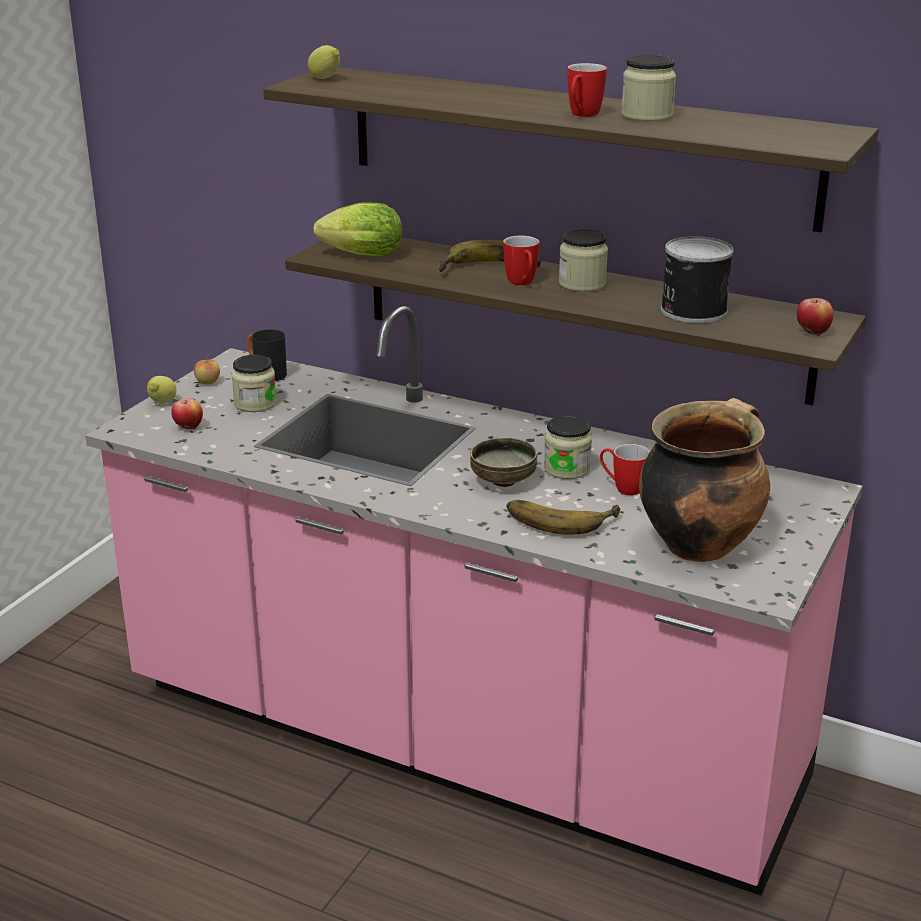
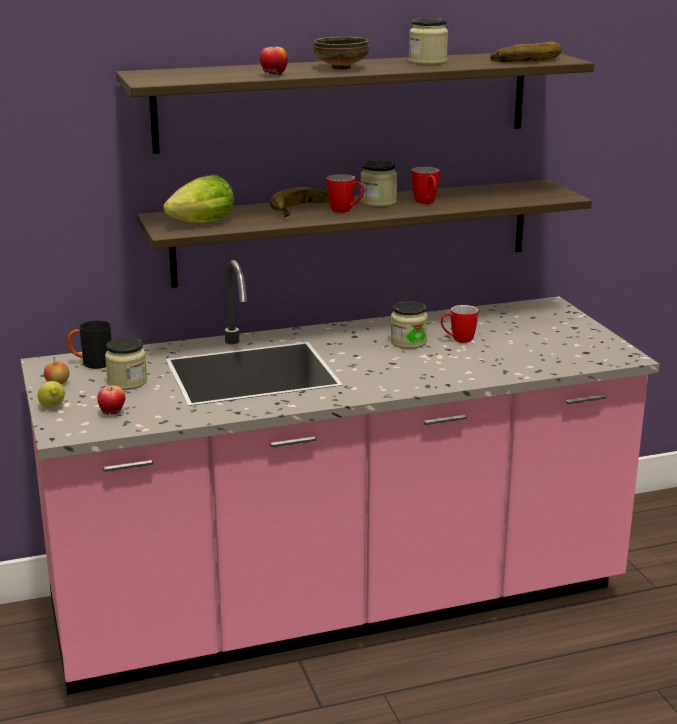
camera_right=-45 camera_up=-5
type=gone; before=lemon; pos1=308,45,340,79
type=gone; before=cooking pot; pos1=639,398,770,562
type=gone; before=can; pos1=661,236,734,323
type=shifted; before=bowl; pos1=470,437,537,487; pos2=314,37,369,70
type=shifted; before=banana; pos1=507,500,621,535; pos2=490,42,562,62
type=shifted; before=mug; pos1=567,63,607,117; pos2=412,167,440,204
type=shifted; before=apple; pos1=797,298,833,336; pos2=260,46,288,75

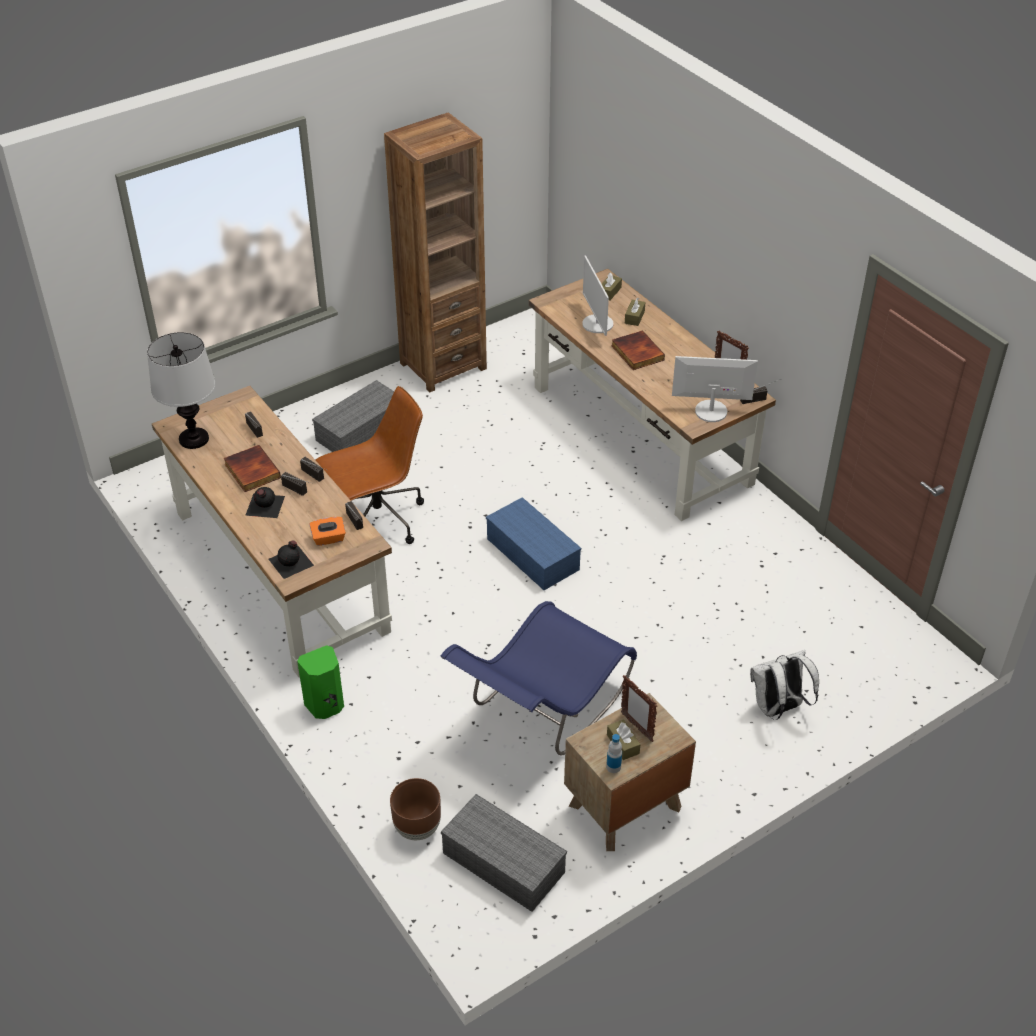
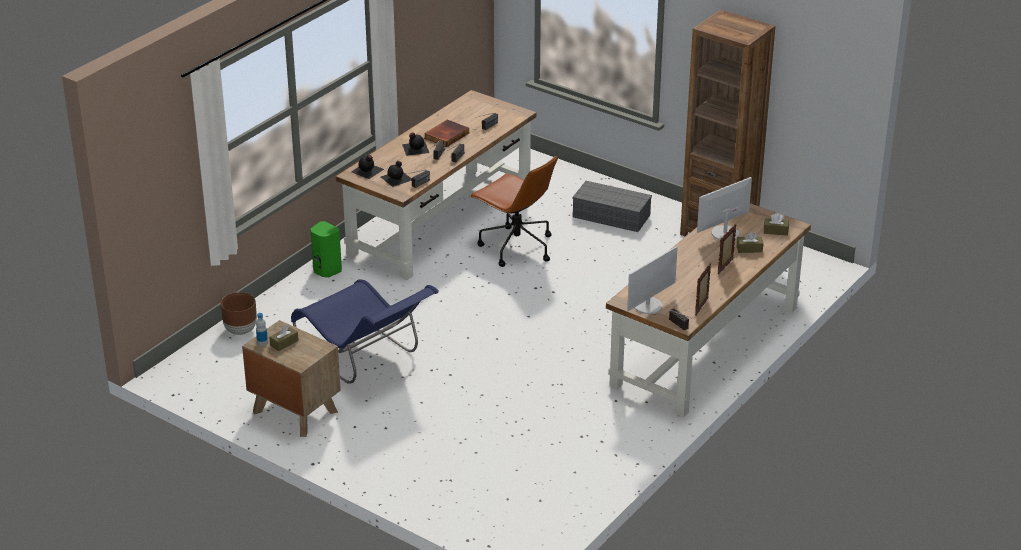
camera_right=70 camera_up=-10
type=gone; before=table lamp; pos1=147,332,215,449
type=gone; before=grey storage box; pos1=441,794,567,912
type=gone; before=blue storage box; pos1=486,497,581,590
type=gone; before=book; pos1=611,330,665,370
type=gone; before=white backpack; pos1=750,650,819,720
type=shifted; before=picture frame; pos1=621,675,657,742; pos2=718,224,736,274
type=swapped; before=orange tissue box; after=black bottle; pos1=309,517,346,546; pos2=381,161,412,187
type=rotated; before=blue chair; pos1=441,601,637,755; pos2=291,279,439,384; turn=-150
type=rotated; before=monitor; pos1=672,356,758,422; pos2=627,246,678,314; turn=60

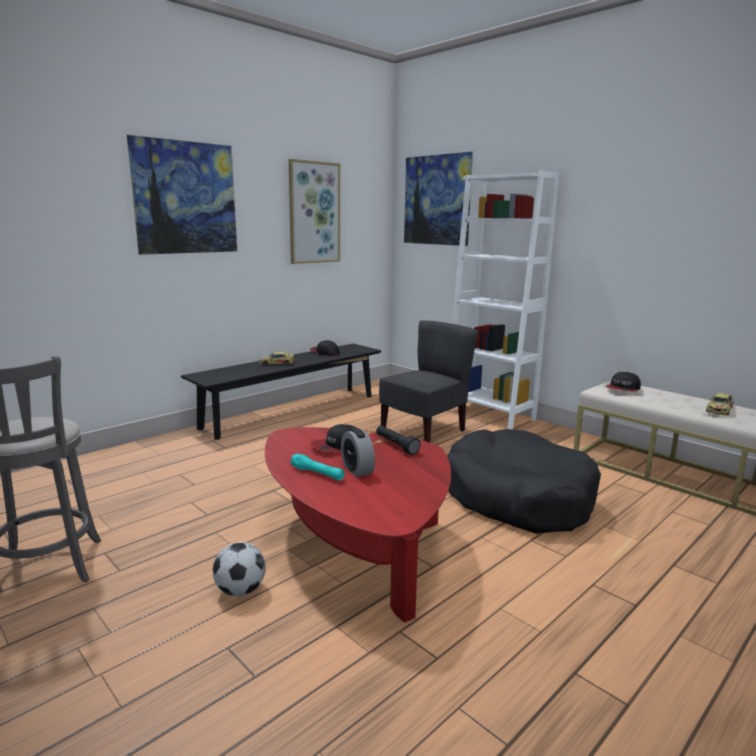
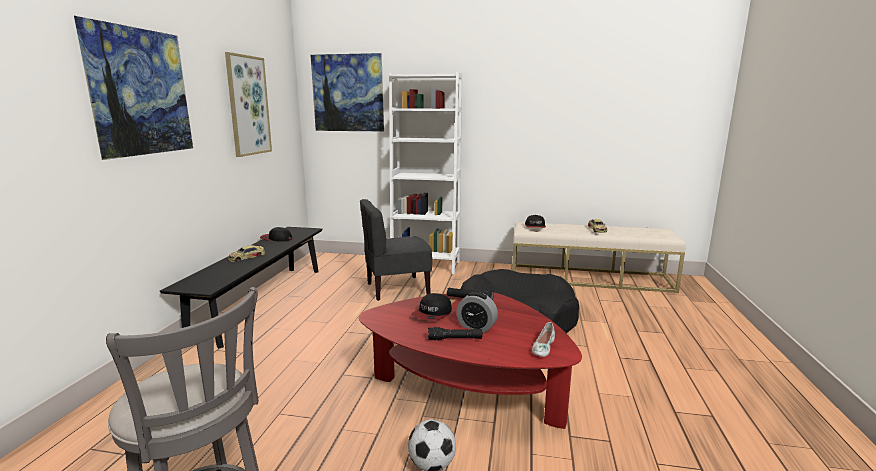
camera_right=-35 camera_up=0
type=new; after=white shoe; pos2=532,322,555,357
type=repainted; before=turquoise flashlight; after=black flashlight; pos1=290,453,344,481; pos2=428,327,483,341
type=rotated; before=grey chair; pos1=379,320,478,442; pos2=360,199,432,301; turn=-120

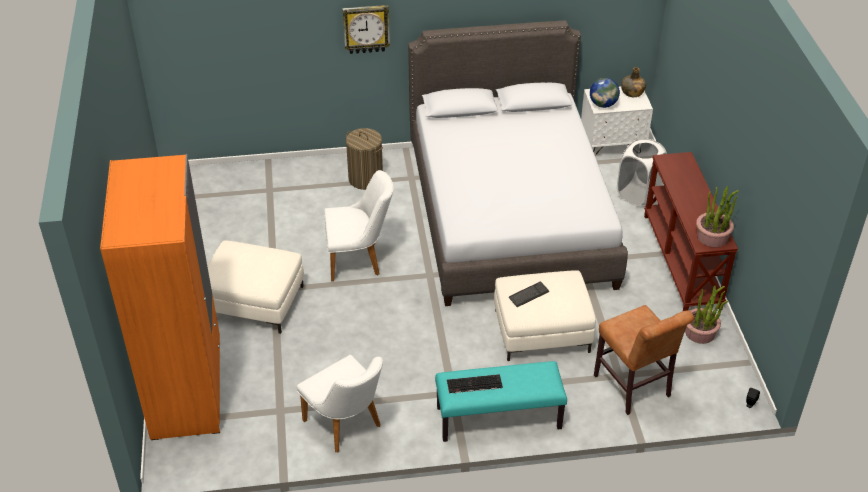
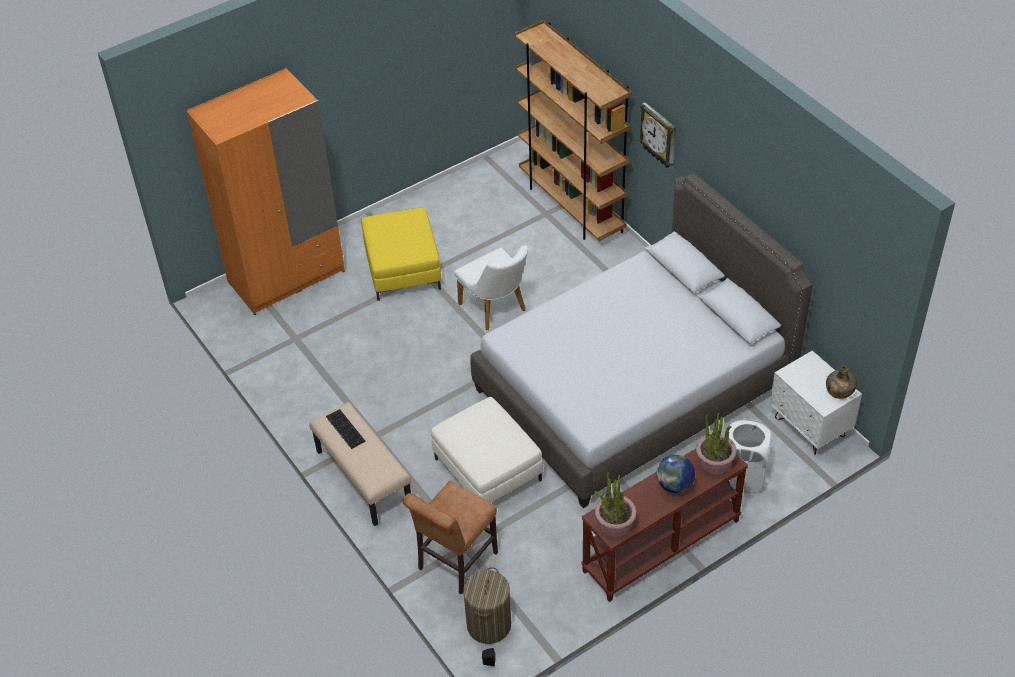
camera_right=65 camera_up=5
type=gone; before=white chair; pos1=297,355,383,453
type=gone; before=keyboard; pos1=509,281,549,307
type=new; after=brown bookcase; pos2=515,20,632,241
type=shifted; before=laundry basket; pos1=346,128,383,190; pos2=463,567,511,644
type=shifted; before=globe; pos1=590,78,620,108; pos2=656,455,695,493
type=shifted; before=potted plant; pos1=685,285,728,344; pos2=696,413,737,474
type=repainted; before=white ottoman; after=yellow ottoman; pos1=207,240,304,334; pos2=361,208,441,301
type=repainted; before=turquoise bench; after=beige bench; pos1=435,361,567,442; pos2=309,402,411,526

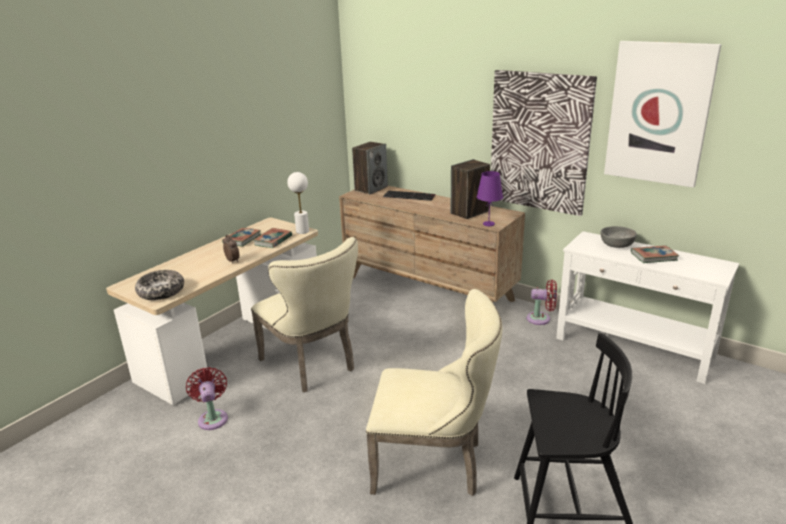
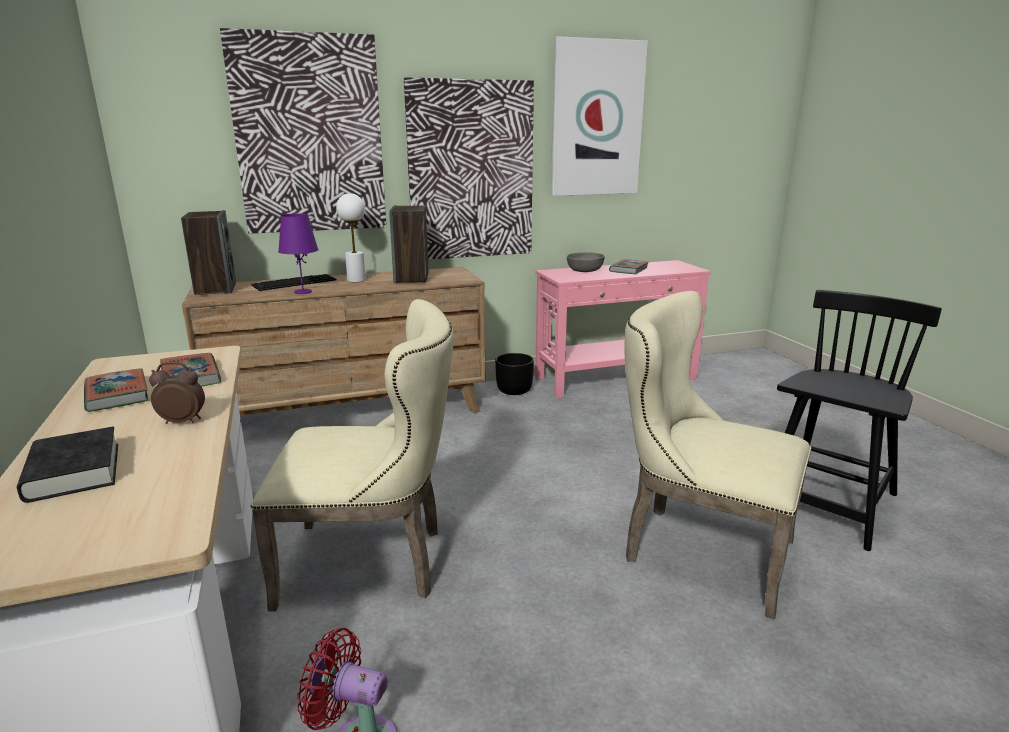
camera_right=-55 camera_up=-5
type=gone; before=bowl; pos1=135,270,184,300
type=new; after=black book; pos2=17,426,118,503
type=new; after=picture; pos2=220,28,386,234
type=shifted; before=white table lamp; pos1=287,172,309,234; pos2=336,193,366,282
type=shifted; before=purple table lamp; pos1=476,171,503,226; pos2=278,213,318,294
type=swapped; before=red fan; after=black planter; pos1=527,279,557,325; pos2=495,353,534,395
type=repainted; before=white console table; after=pink console table; pos1=556,231,739,384; pos2=535,260,711,398
type=rotated; before=beige chair; pos1=366,289,502,496; pos2=625,291,811,619; turn=-105

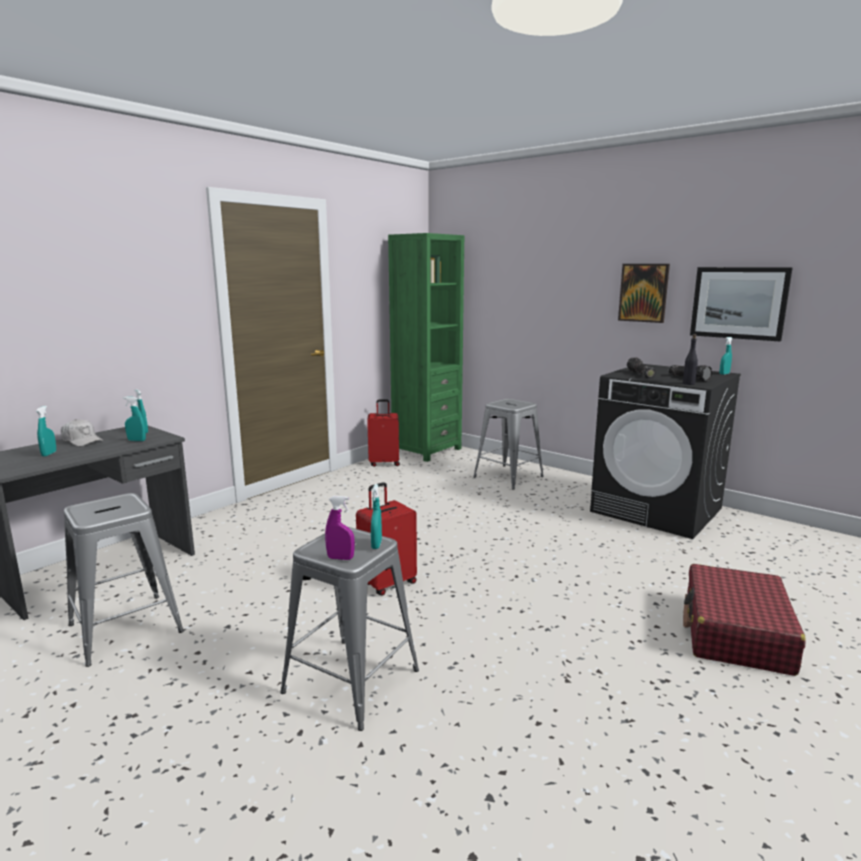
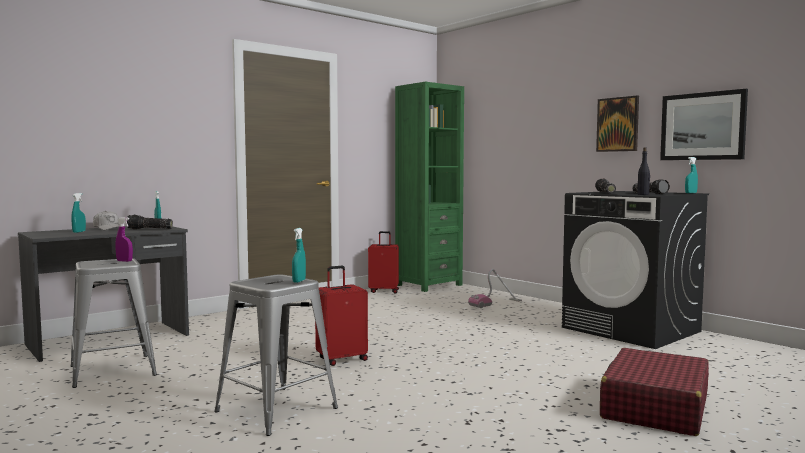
camera_right=10 camera_up=-10
type=shifted; before=purple spray bottle; pos1=325,496,354,560; pos2=116,217,133,262
type=swapped; before=turquoise spray bottle; after=flashlight; pos1=123,397,146,441; pos2=127,215,173,229
type=swapped; before=grey stool; after=vacuum cleaner; pos1=473,399,544,489; pos2=468,269,522,308

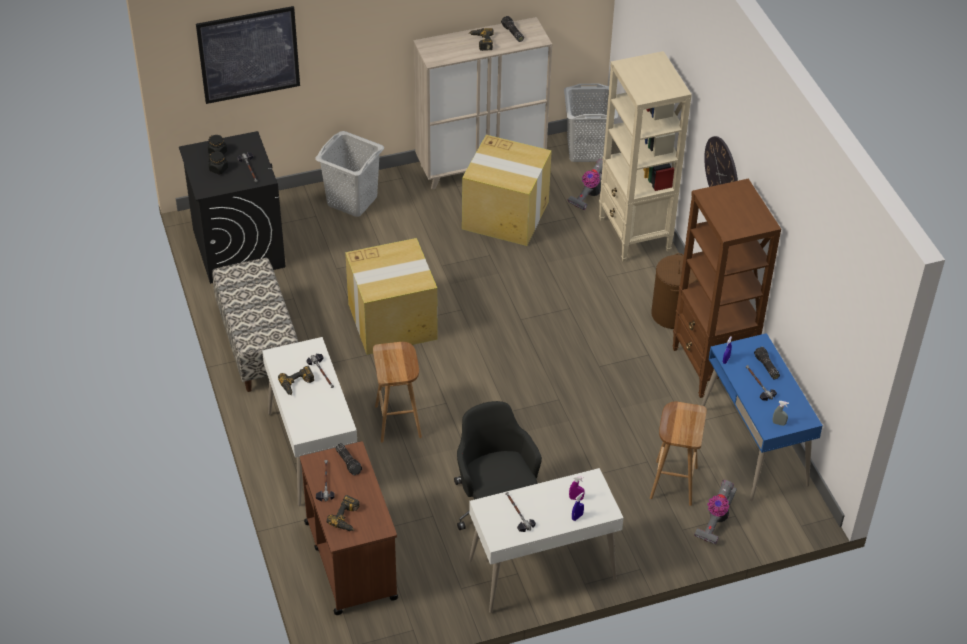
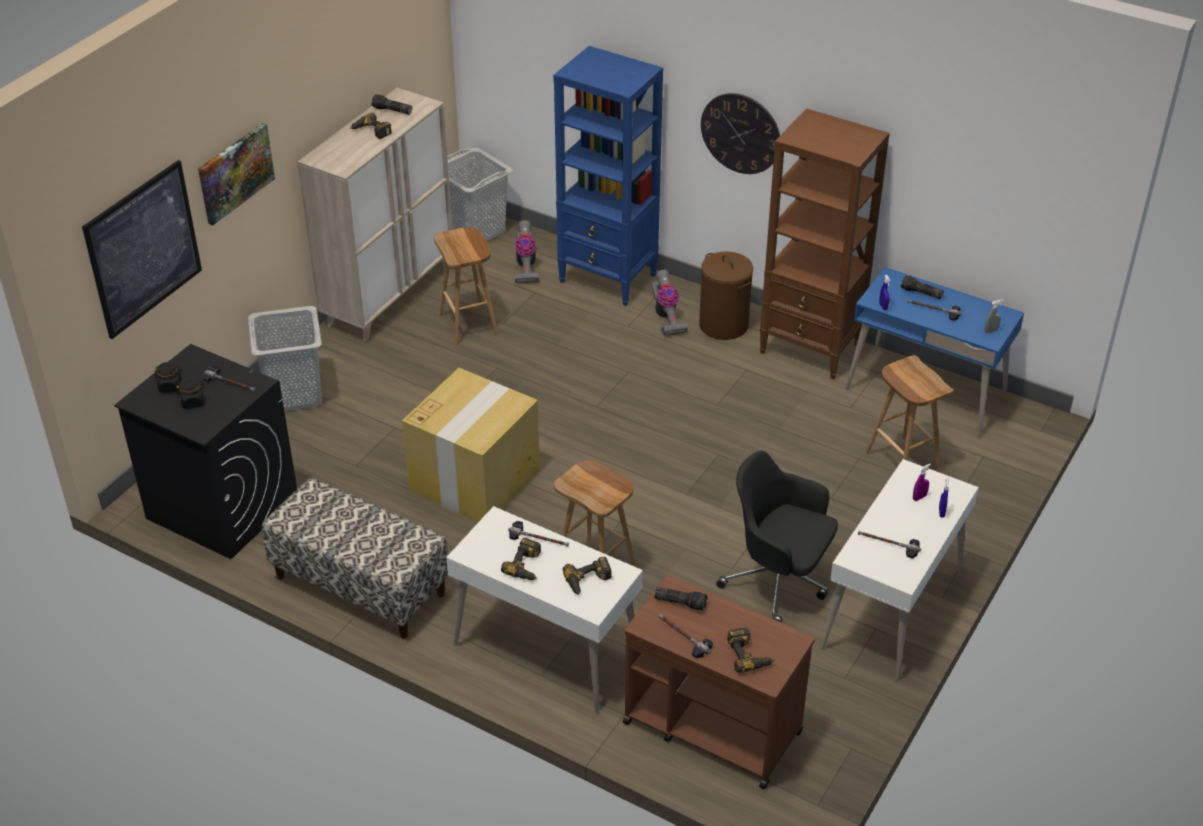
camera_right=-40 camera_up=-5
type=new; after=picture; pos2=198,123,275,225
type=new; after=power drill; pos2=563,557,612,595
type=shifted; before=vacuum cleaner; pos1=694,480,737,545; pos2=651,270,688,336
type=swapped; before=cardboard box; after=brown stool; pos1=462,135,552,246; pos2=434,227,498,345
type=repainted; before=beige bookcase; after=blue bookcase; pos1=599,51,692,262; pos2=553,46,663,306

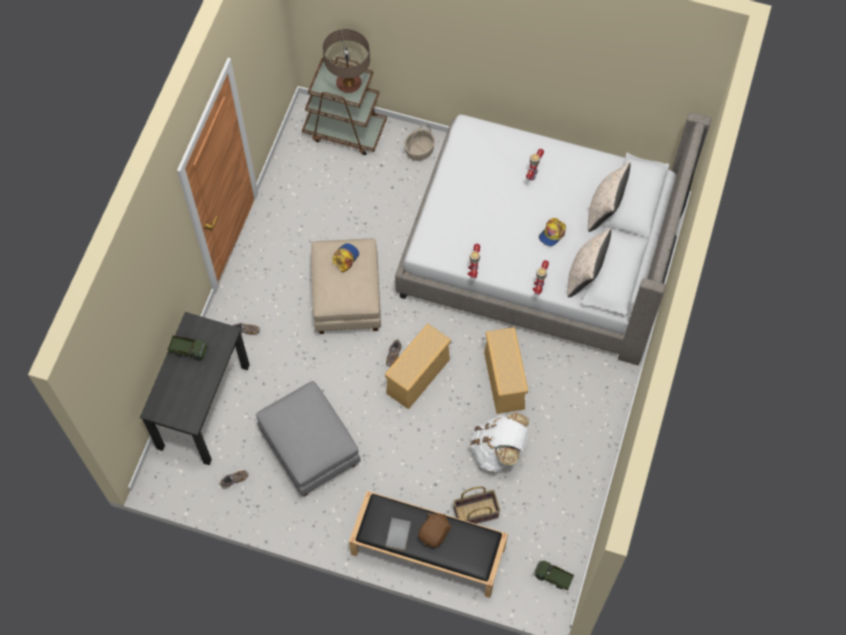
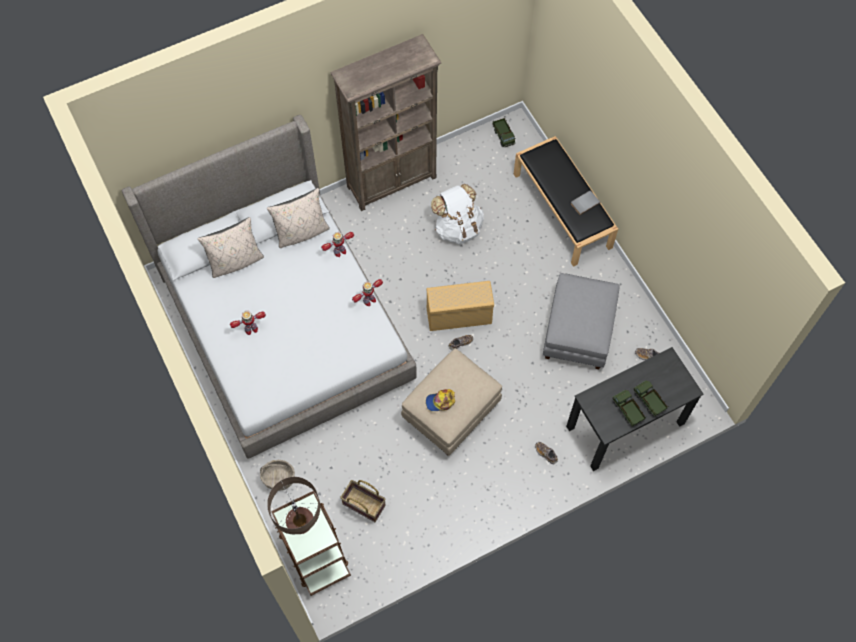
camera_right=-135 camera_up=0
type=gone; before=brown plush toy; pos1=418,513,452,548
type=gone; before=beige storage box; pos1=484,327,528,414
type=gone; before=cap; pos1=539,218,566,246
type=new; after=brown bookcase; pos2=330,34,441,211
type=new; after=toy truck; pos2=633,380,668,416
type=shifted; before=basket; pos1=453,486,500,524; pos2=340,480,386,522

